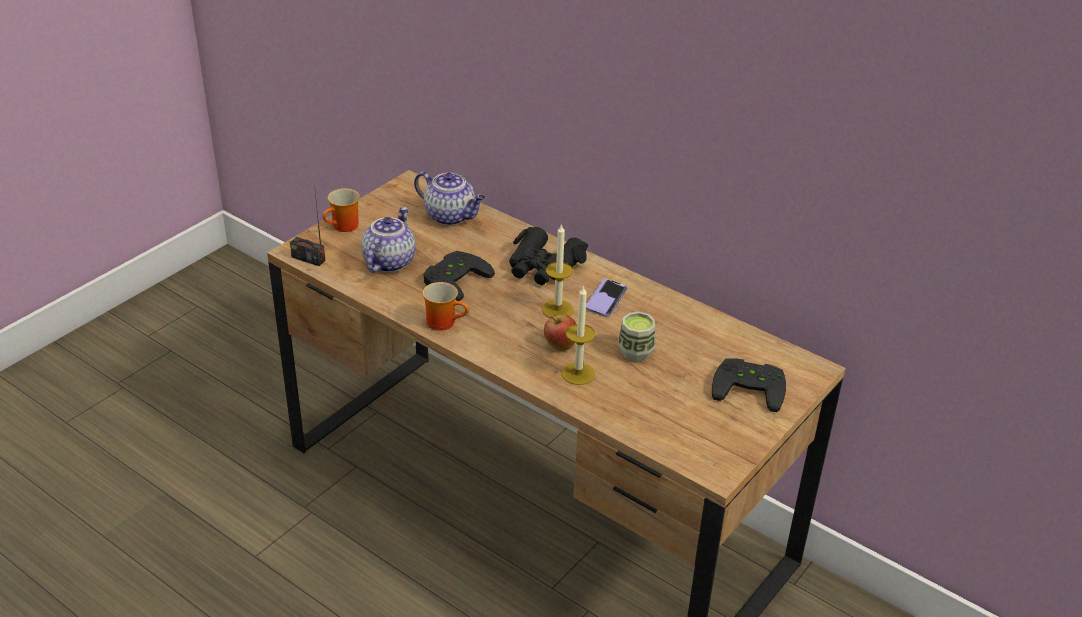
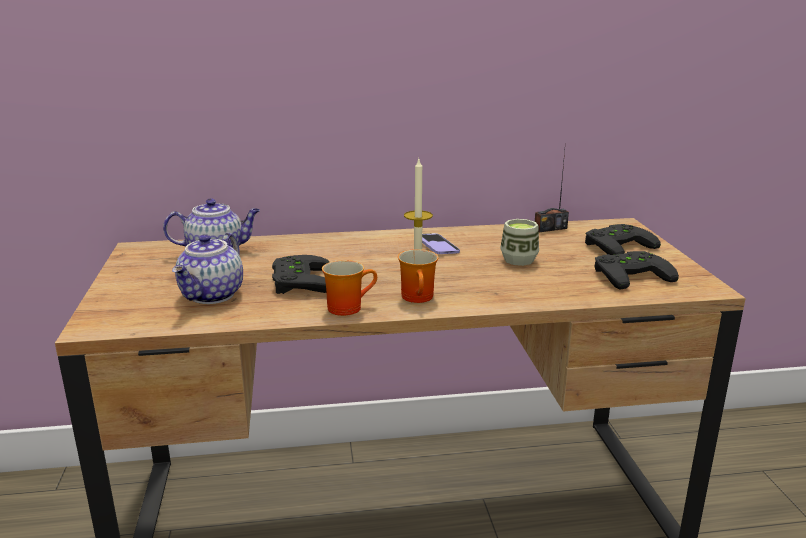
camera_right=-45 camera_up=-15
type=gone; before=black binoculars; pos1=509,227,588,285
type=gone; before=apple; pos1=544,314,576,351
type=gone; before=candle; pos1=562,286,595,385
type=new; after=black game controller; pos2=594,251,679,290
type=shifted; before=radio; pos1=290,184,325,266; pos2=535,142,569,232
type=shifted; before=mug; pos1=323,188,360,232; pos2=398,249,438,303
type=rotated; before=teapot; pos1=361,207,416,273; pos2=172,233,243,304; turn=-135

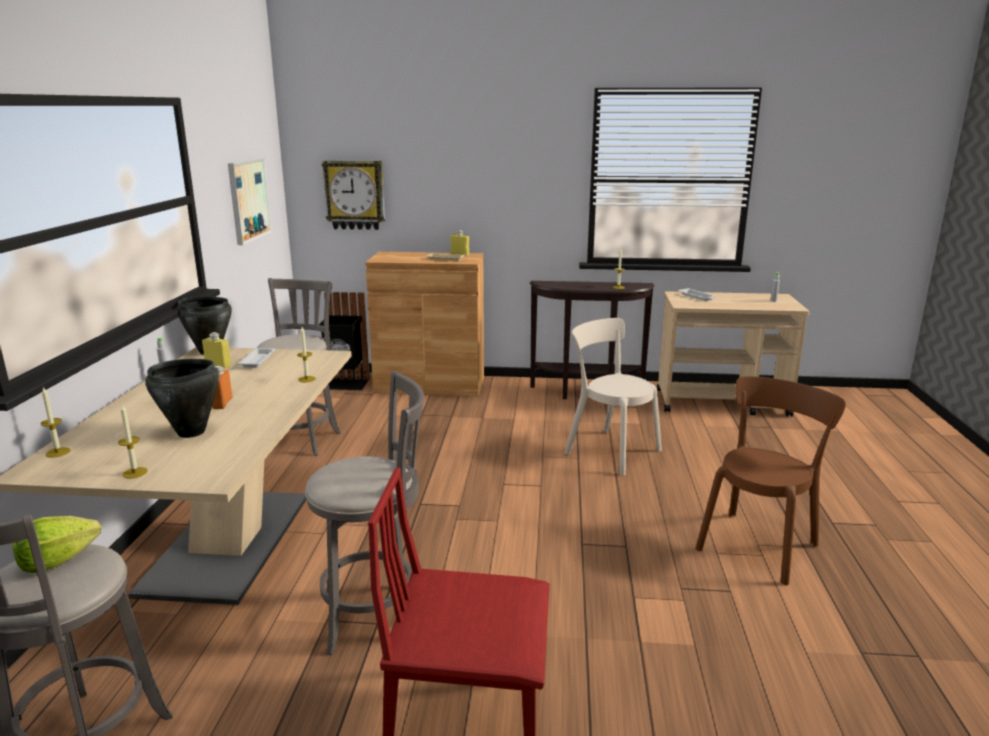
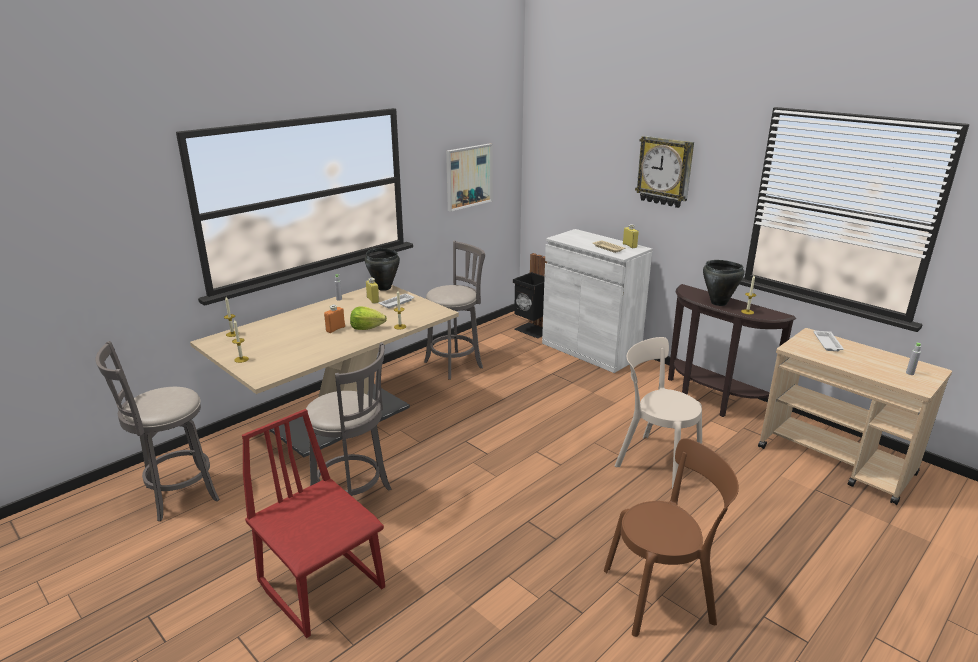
camera_right=40 camera_up=5
type=shifted; before=lettuce; pos1=12,516,101,573; pos2=350,307,387,330
type=shifted; before=black cooking pot; pos1=145,359,219,438; pos2=703,260,745,306
type=shifted; before=wall clock; pos1=322,161,385,230; pos2=635,136,694,208
type=repainted; before=brown cabinet; after=white cabinet; pos1=365,252,484,397; pos2=542,229,653,373
type=rotated; before=beige chair; pos1=564,318,662,475; pos2=615,337,702,489; turn=-45

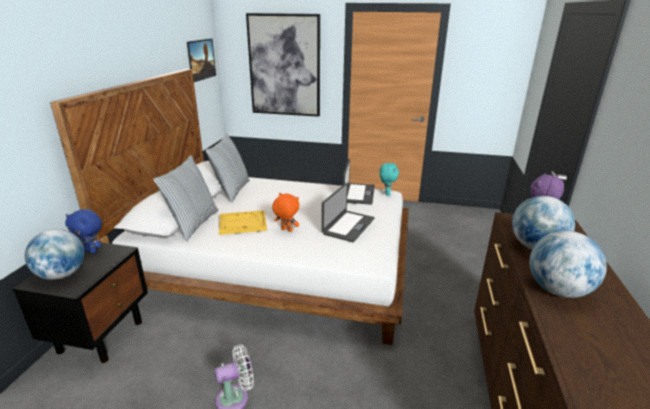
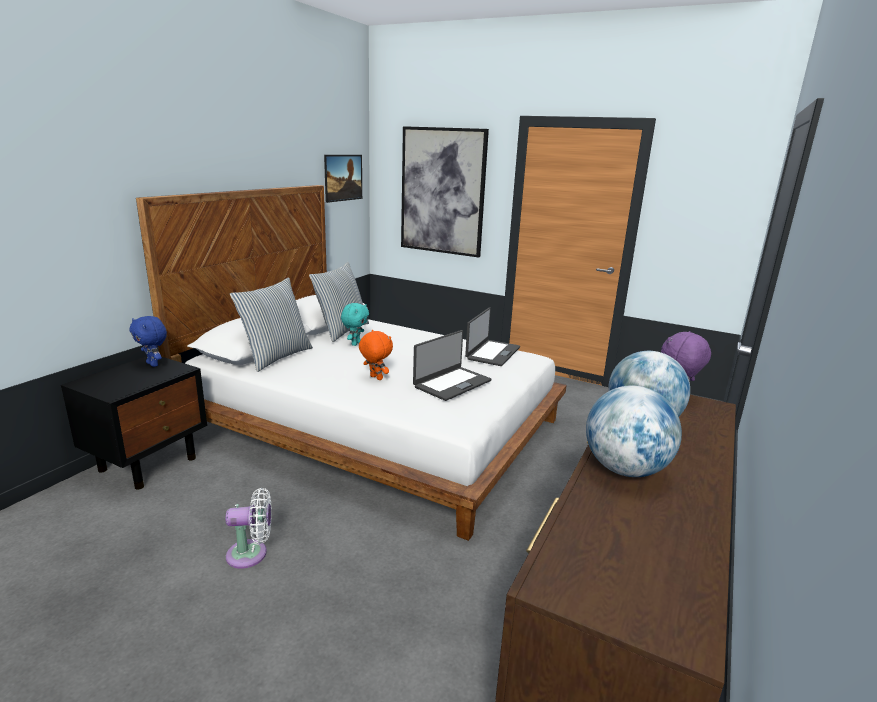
camera_right=15 camera_up=-5
type=gone; before=globe; pos1=25,229,85,280
type=gone; before=yellow tray; pos1=219,210,267,235
type=shifted; before=turquoise plush toy; pos1=380,163,399,196; pos2=341,303,369,346

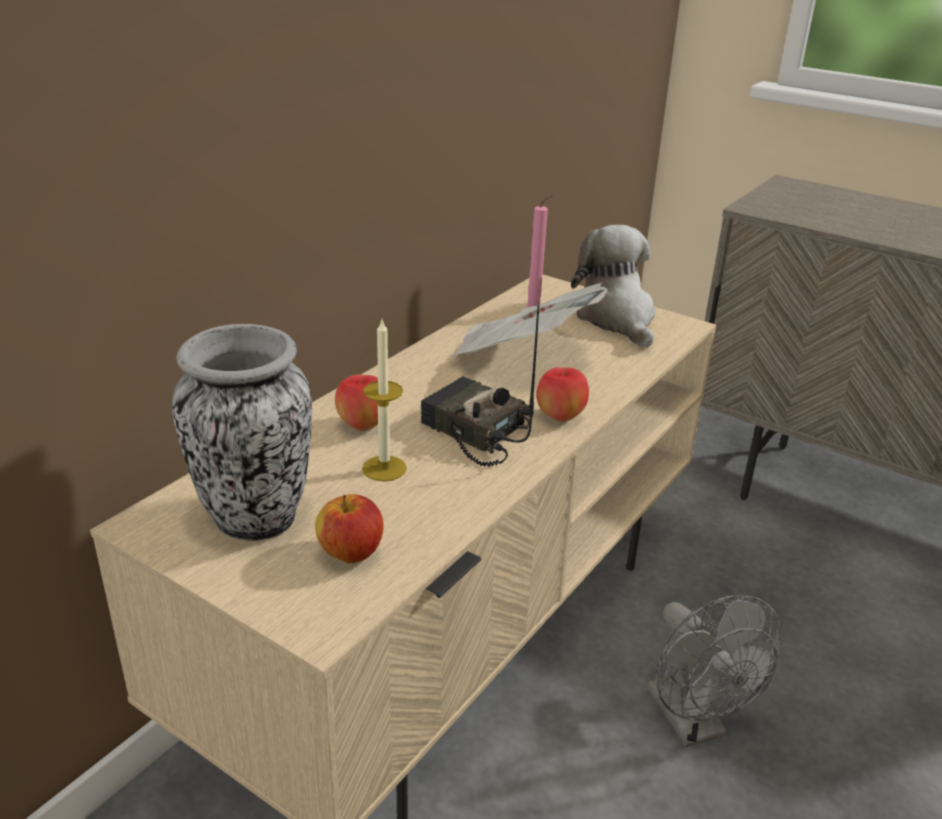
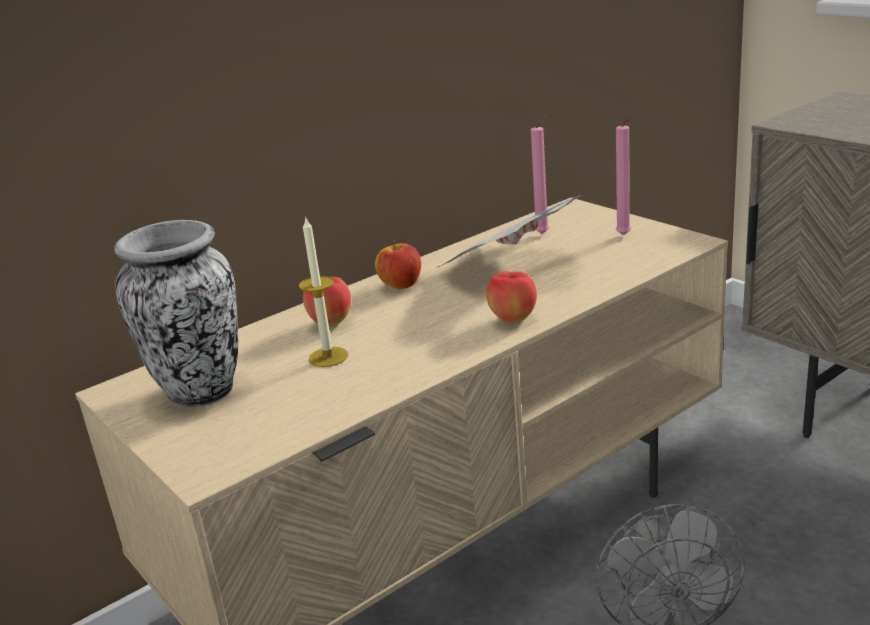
camera_right=20 camera_up=-5
type=gone; before=radio; pos1=421,305,539,467
type=shifted; before=apple; pos1=315,494,384,564; pos2=375,241,421,289
type=swapped; before=plush toy; after=pink candle; pos1=571,225,655,348; pos2=616,116,632,236

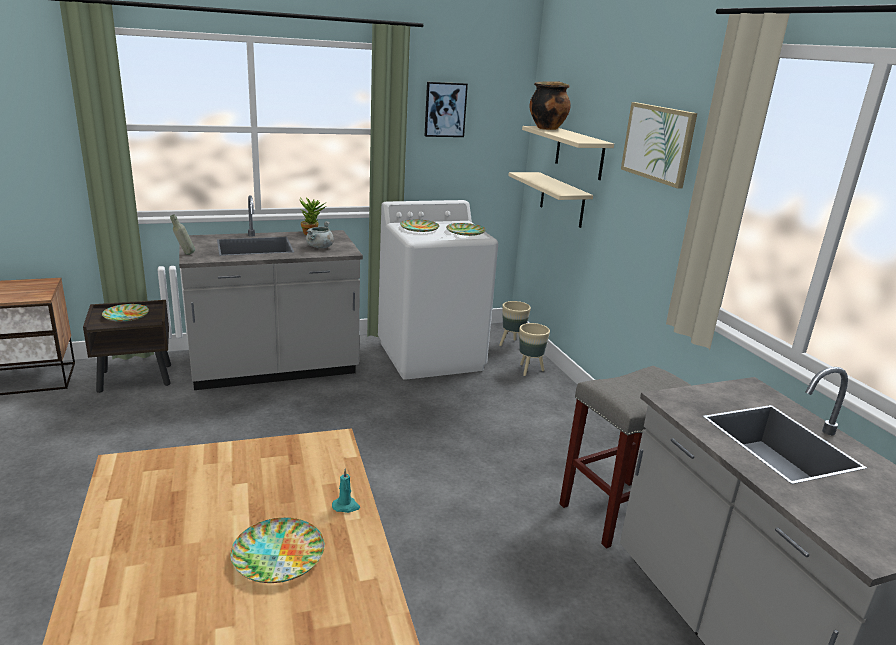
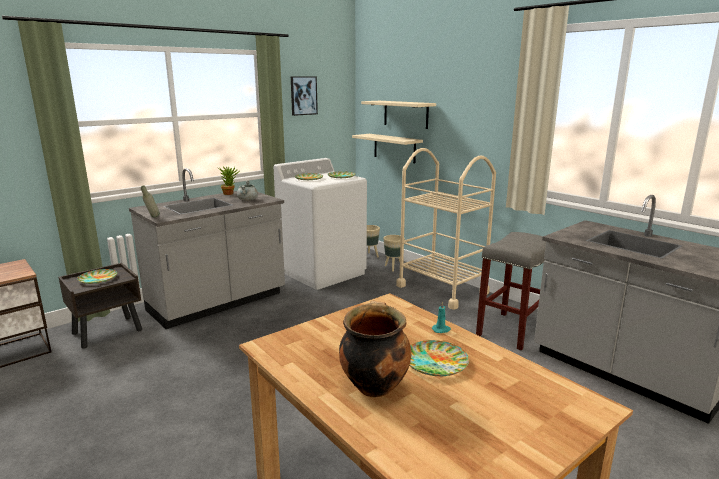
camera_right=-20 camera_up=-5
type=gone; before=picture; pos1=621,102,697,189
type=new; after=beige cart; pos2=396,148,496,310
type=shifted; before=cooking pot; pos1=530,81,571,130; pos2=339,301,411,398

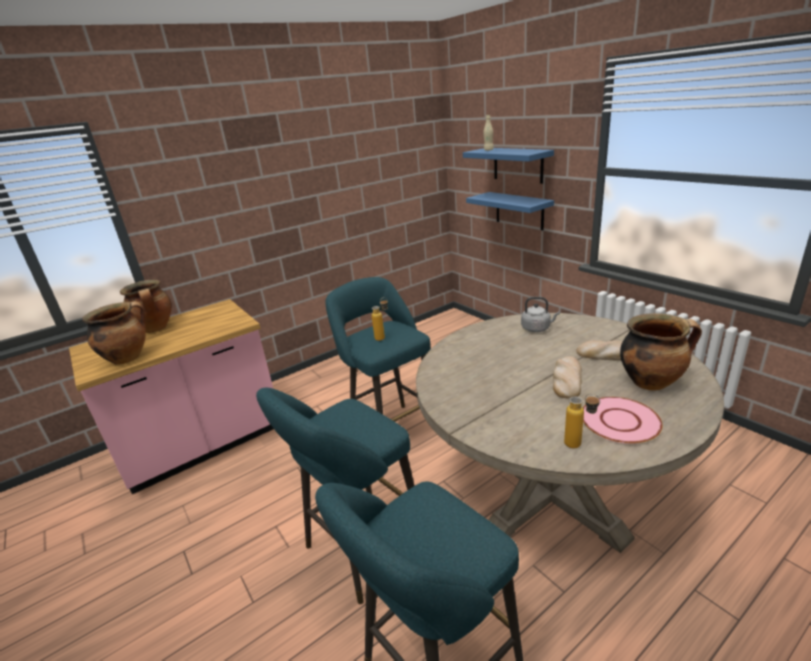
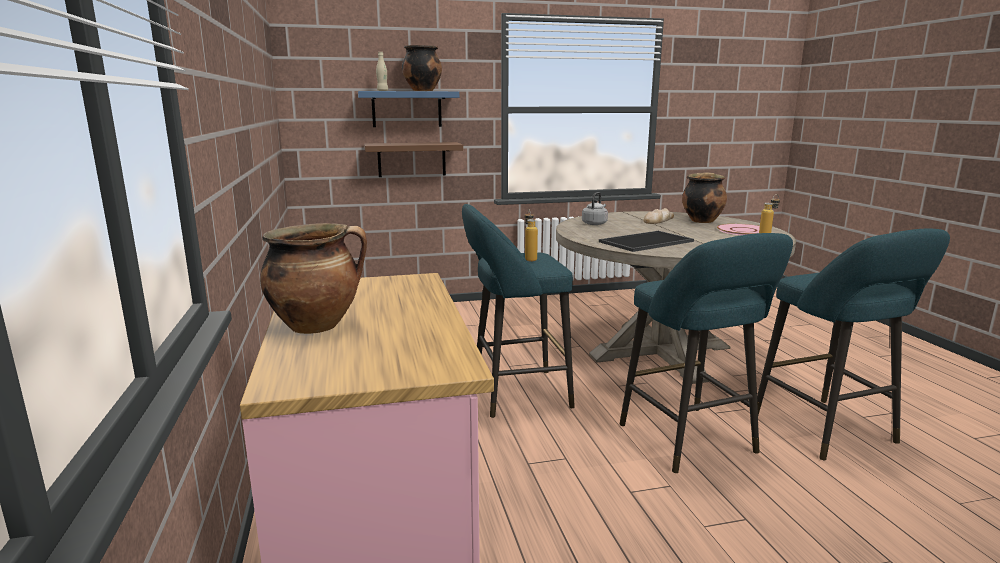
camera_right=-70 camera_up=-10
type=gone; before=bread; pos1=553,356,582,399
type=new; after=tray; pos2=599,231,694,252
type=shifted; before=cooking pot; pos1=82,301,146,365; pos2=402,45,442,91
type=repainted; before=blue shelf; after=brown shelf; pos1=466,192,554,230; pos2=364,142,463,177

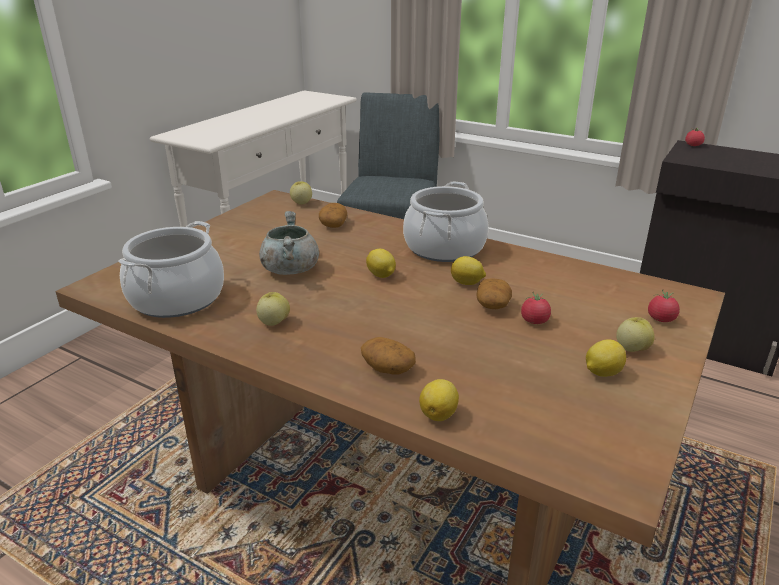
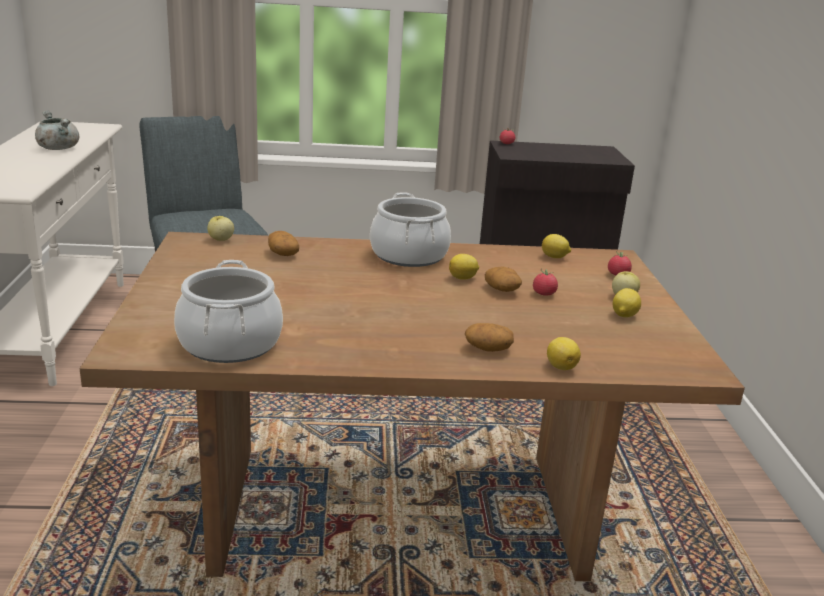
camera_right=-35 camera_up=-5
type=gone; before=apple; pos1=256,292,290,326
type=shifted; before=grey cooking pot; pos1=259,211,319,275; pos2=35,110,79,150
type=shifted; before=lemon; pos1=366,249,396,278; pos2=542,234,571,258

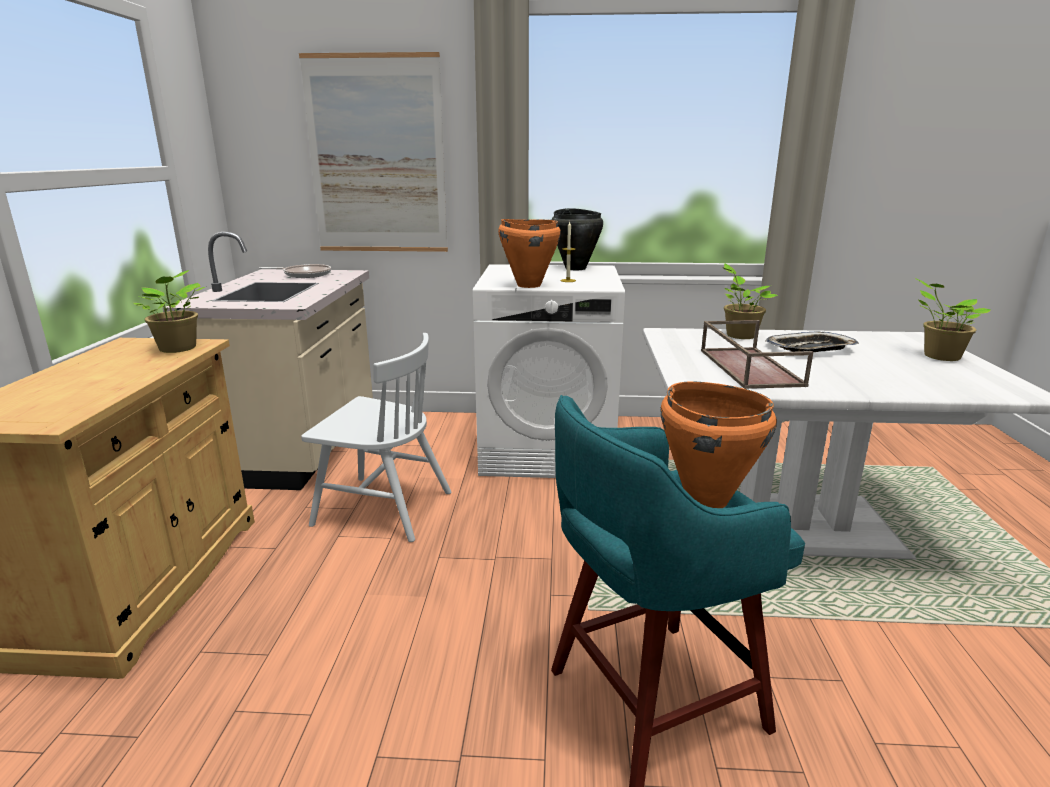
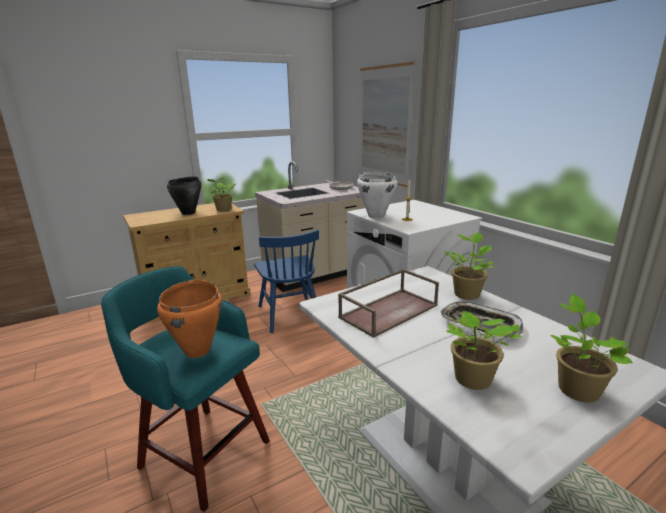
camera_right=55 camera_up=0
type=new; after=potted plant; pos2=446,311,522,390
type=shifted; before=black cooking pot; pos1=551,208,603,270; pos2=167,176,201,215
type=repainted; before=white chair; after=blue chair; pos1=301,333,452,542; pos2=254,230,319,333
type=repainted; before=orange cooking pot; after=white cooking pot; pos1=498,219,561,288; pos2=357,172,398,219

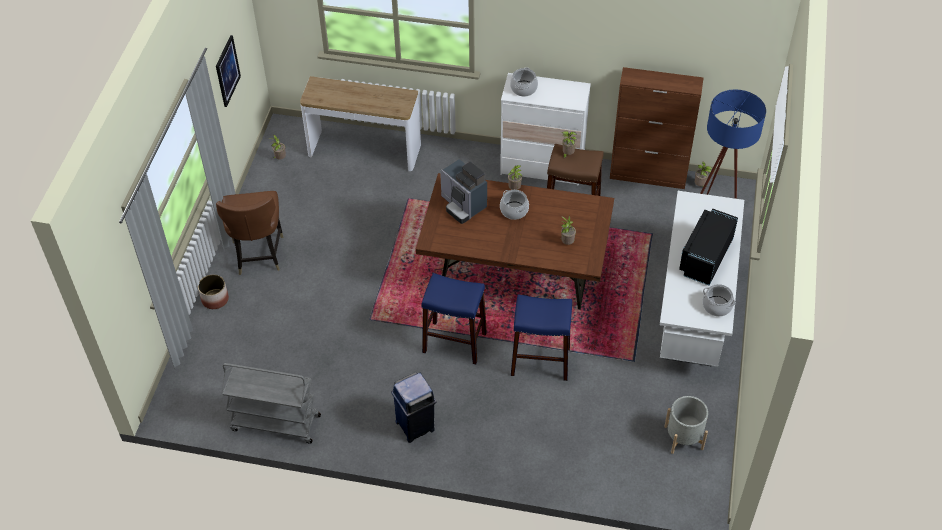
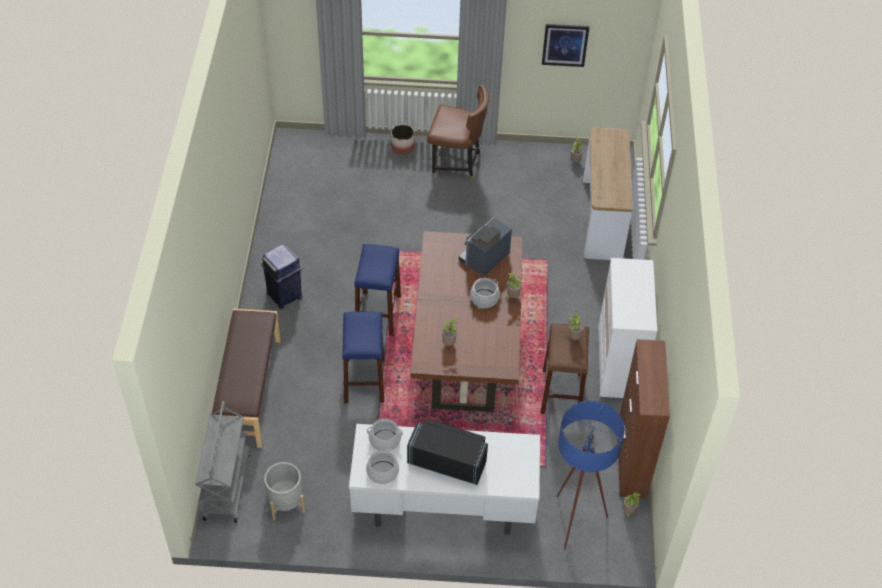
camera_right=80 camera_up=0
type=new; after=brown bench; pos2=212,309,281,448
type=shifted; before=grey cart; pos1=222,363,321,444; pos2=195,401,250,523
type=shifted; before=cooking pot; pos1=510,67,538,97; pos2=367,419,403,451
type=rotated; before=brown chair; pos1=216,191,283,275; pos2=427,84,489,182; turn=-150

